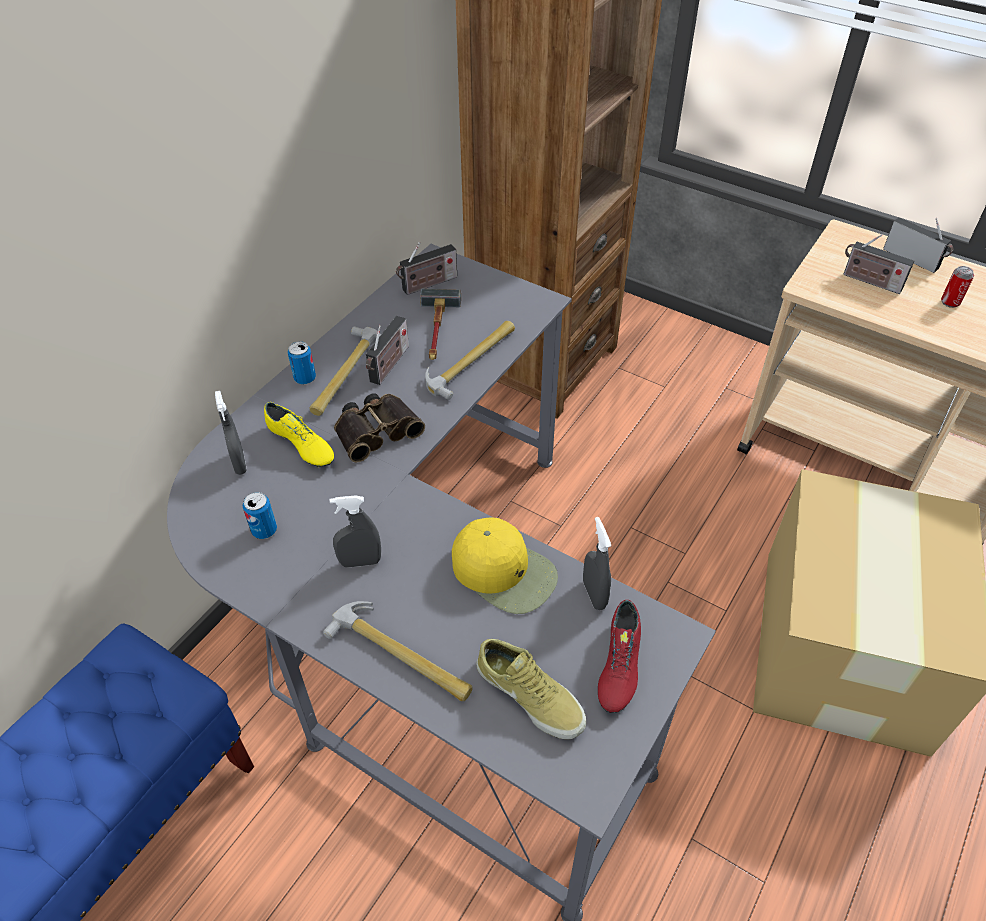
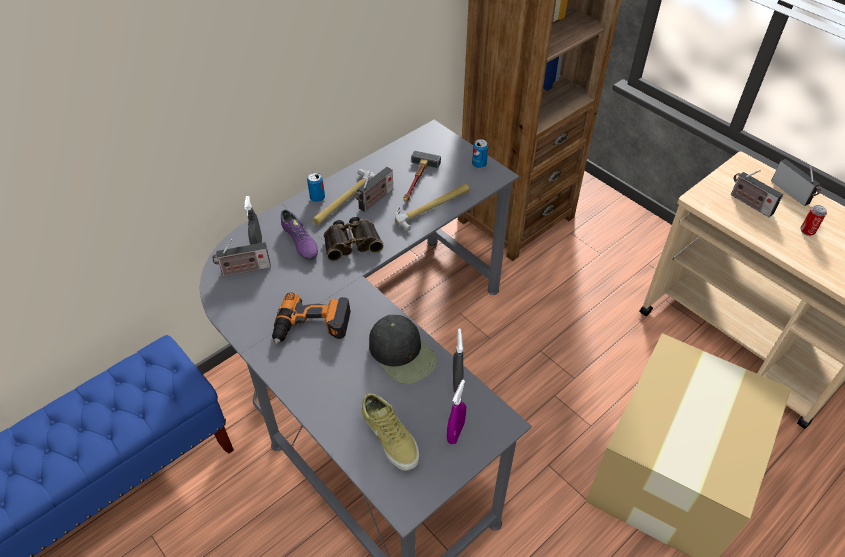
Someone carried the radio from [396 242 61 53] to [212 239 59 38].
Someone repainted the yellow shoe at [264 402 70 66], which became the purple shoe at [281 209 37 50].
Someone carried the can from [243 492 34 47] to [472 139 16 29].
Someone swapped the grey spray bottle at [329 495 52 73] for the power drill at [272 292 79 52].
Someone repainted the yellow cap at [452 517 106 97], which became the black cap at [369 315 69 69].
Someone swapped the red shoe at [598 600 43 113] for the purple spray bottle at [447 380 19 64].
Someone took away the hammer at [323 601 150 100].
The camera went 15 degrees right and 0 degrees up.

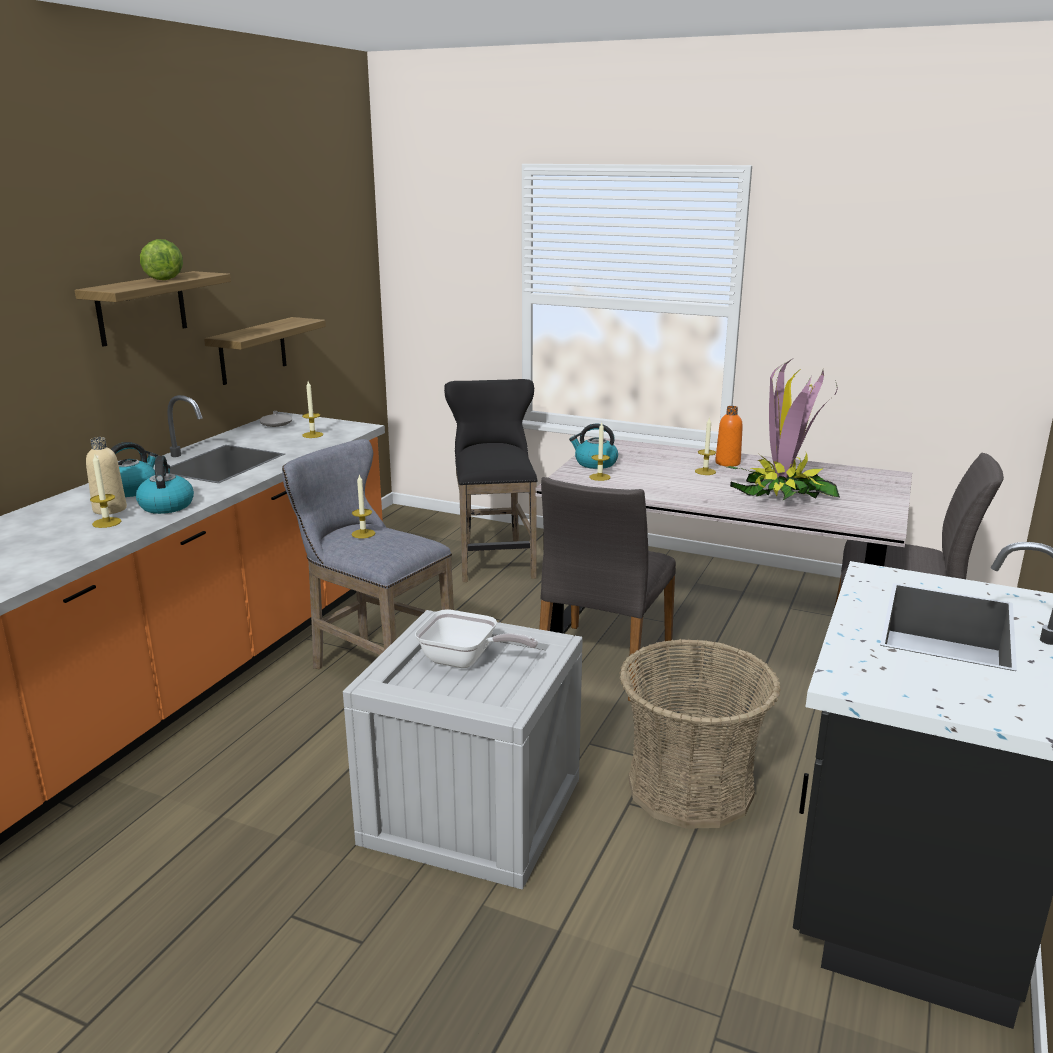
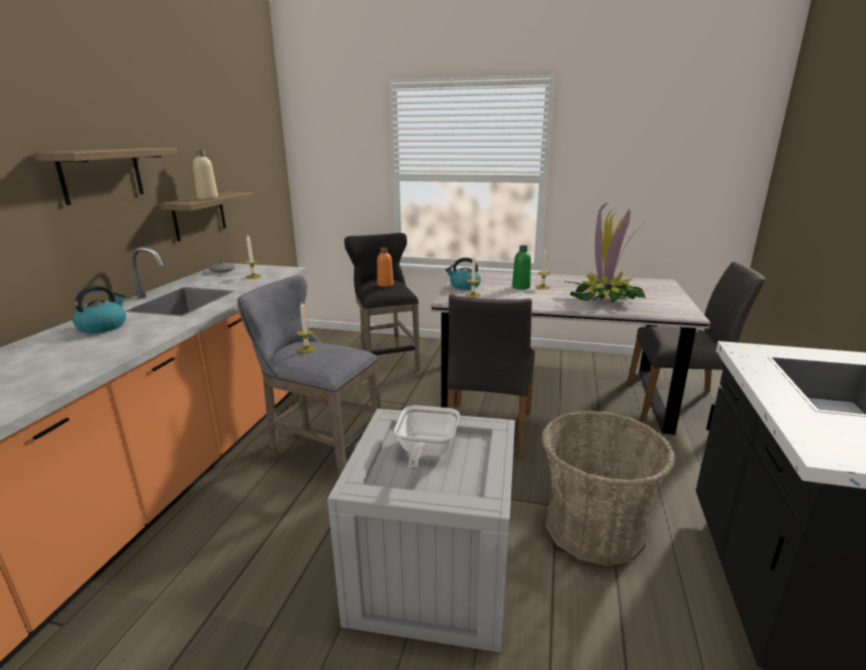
Someone took away the lettuce at [140 239 43 41].
Someone carried the orange bottle from [715 406 28 61] to [377 247 17 40].
Someone carried the beige bottle from [86 437 41 78] to [193 150 25 49].
Someone took away the candle at [90 455 31 73].
Someone took away the kettle at [136 456 58 58].
Someone rotated the frying pan at [415 609 123 59] by 90 degrees clockwise.
Someone put down the green bottle at [512 245 19 45].
The camera went 10 degrees left and 0 degrees up.

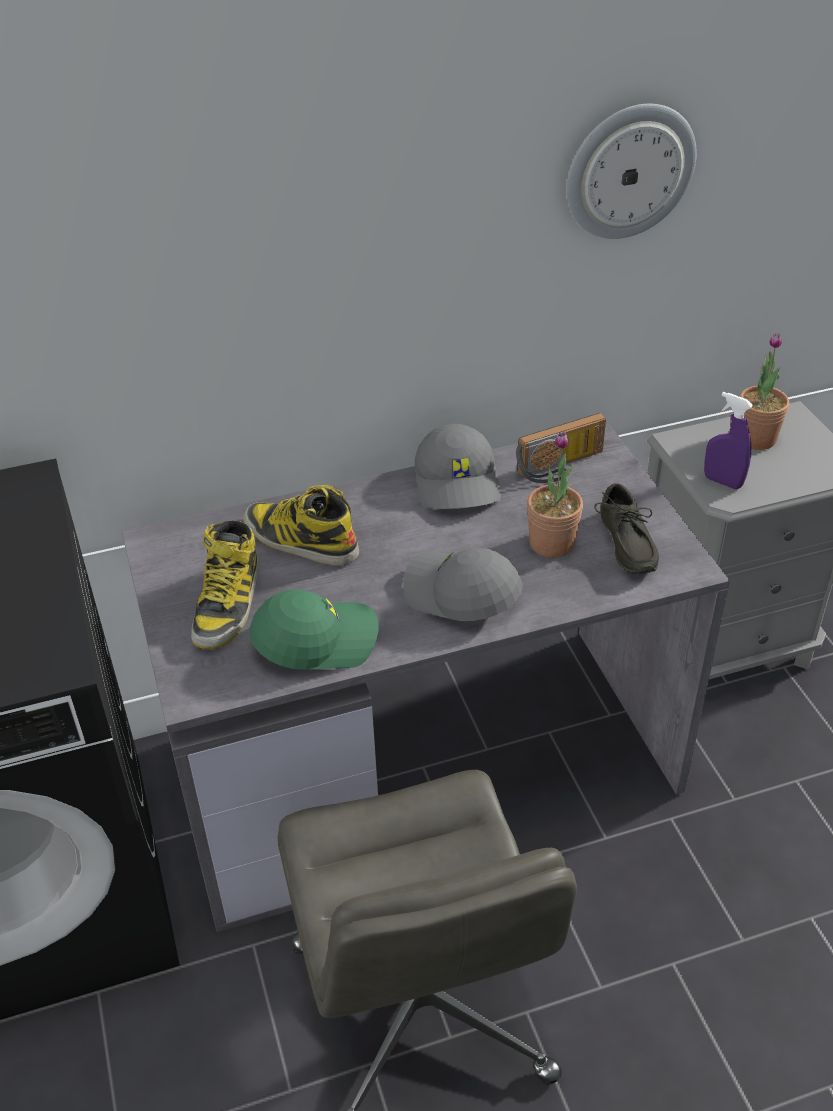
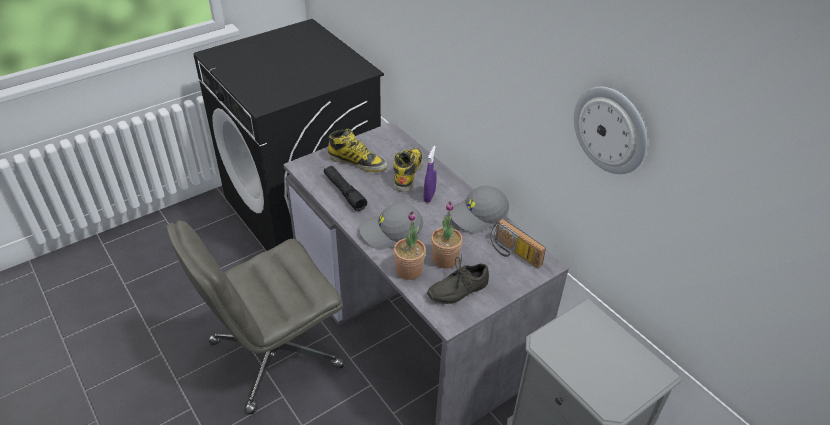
Someone carried the potted plant from [740 333 49 117] to [394 211 32 69].
Someone carried the purple spray bottle from [704 392 49 97] to [424 146 13 57].
Someone rotated the boot at [191 520 68 130] by 150 degrees counterclockwise.
Someone rotated the grey cap at [403 548 120 73] by 120 degrees counterclockwise.
Someone swapped the green cap at [249 590 130 80] for the black flashlight at [324 166 43 45].
The camera went 70 degrees right and 0 degrees up.

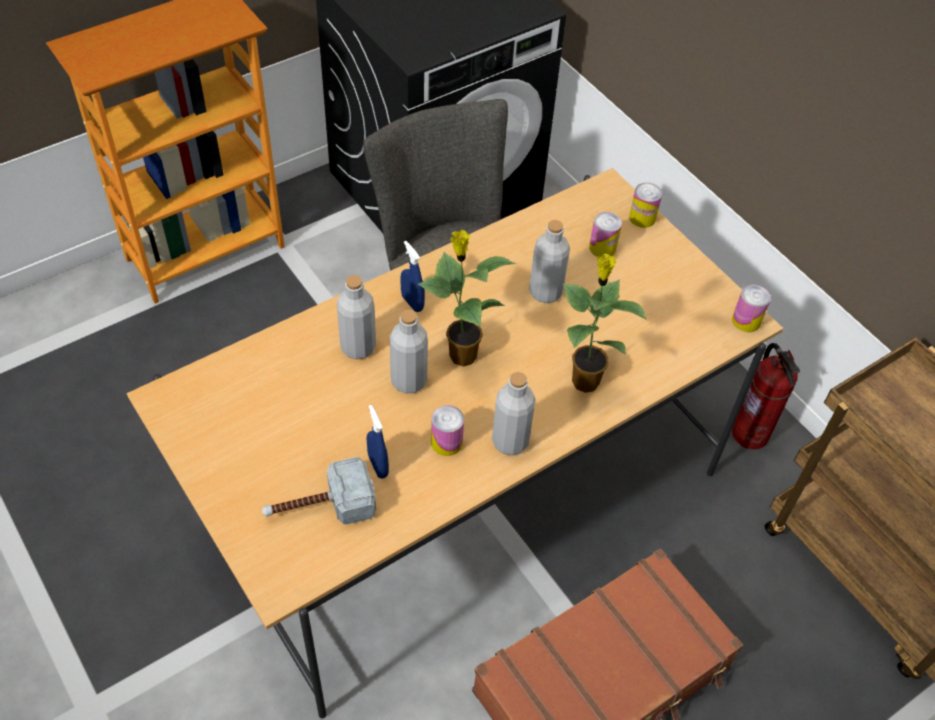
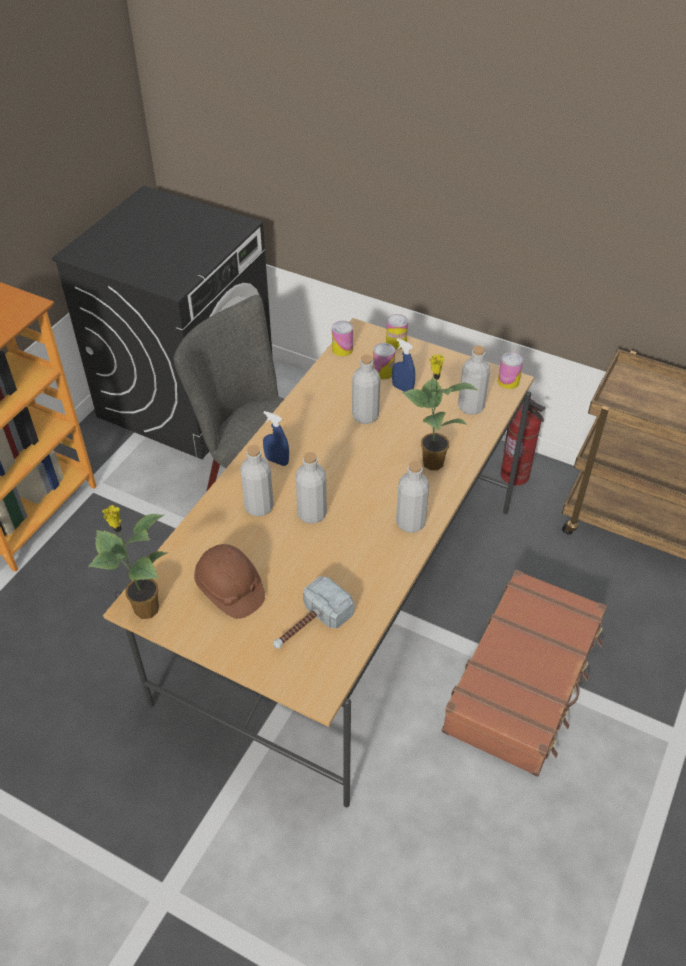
Someone carried the potted plant from [417 230 100 137] to [88 505 81 114].
Someone carried the blue spray bottle from [367 405 22 74] to [392 338 23 54].
Someone carried the can from [431 405 33 51] to [332 321 21 35].
Someone put down the grey bottle at [458 346 32 69].
Someone put down the brown hard hat at [194 544 71 75].
The camera went 25 degrees left and 5 degrees down.

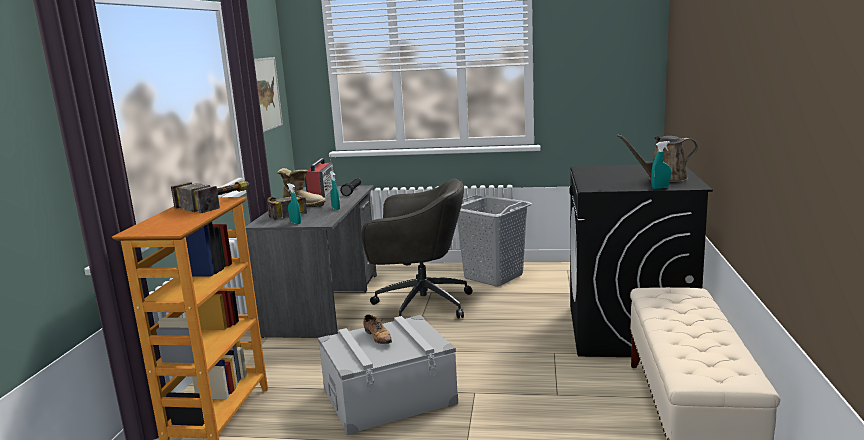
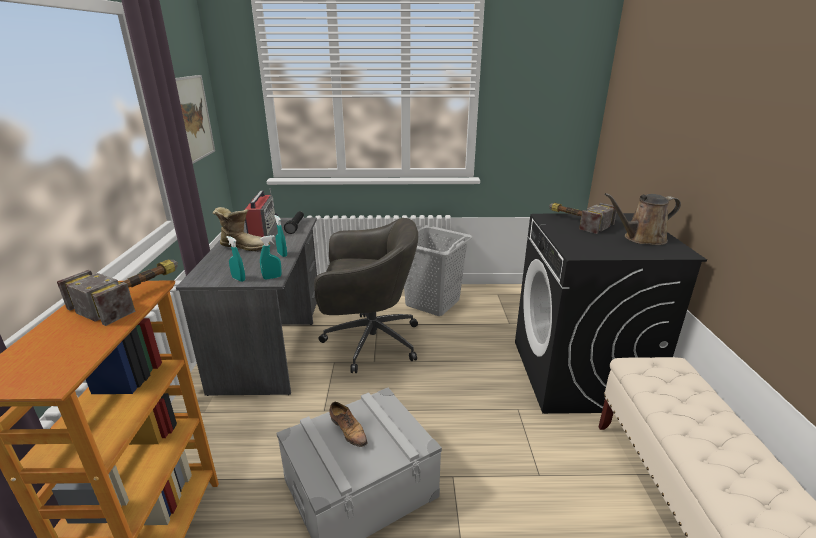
Someone carried the turquoise spray bottle from [651 141 20 48] to [260 235 22 45].
Someone carried the hammer from [267 195 40 25] to [549 203 68 31].
The camera went 10 degrees left and 10 degrees up.

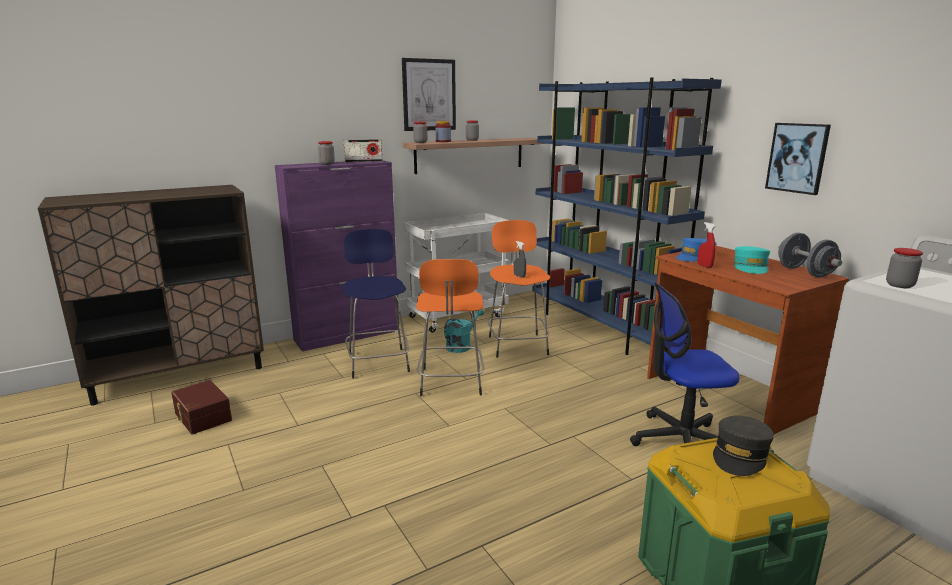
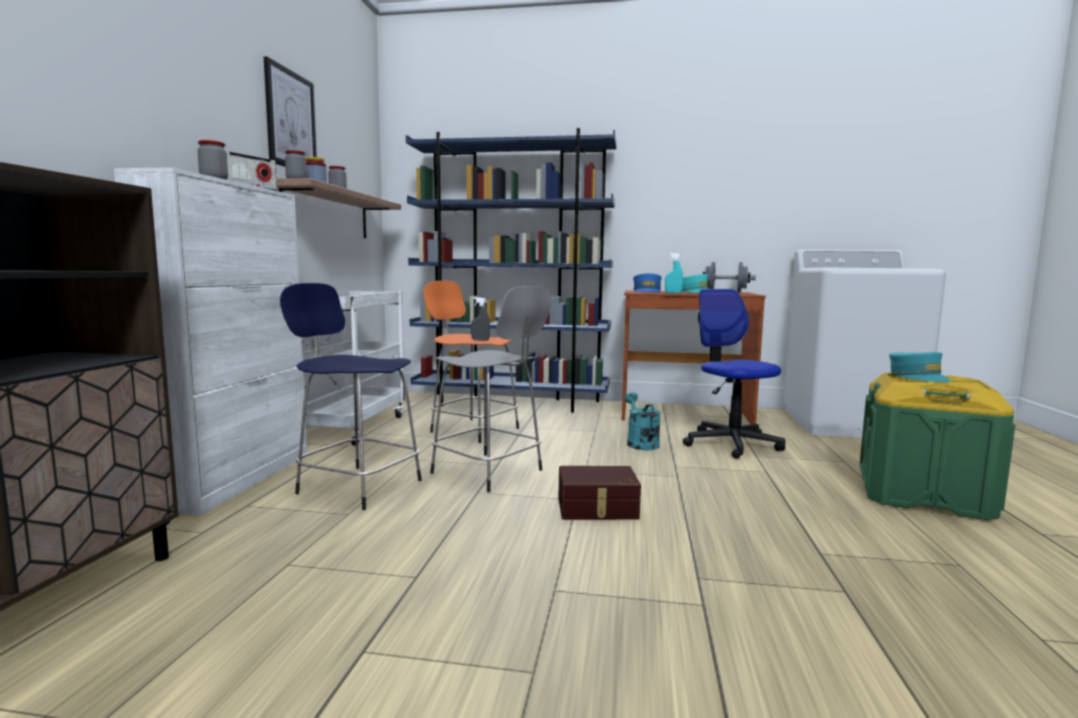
Someone took away the picture at [765 123 66 72].
Someone repainted the purple cabinet at [275 160 124 191], which became the white cabinet at [114 167 193 349].
Someone repainted the red spray bottle at [698 222 18 46], which became the turquoise spray bottle at [665 253 18 40].
Someone took away the jar at [886 248 37 40].
Someone repainted the orange stool at [416 259 69 137], which became the grey stool at [430 286 122 206].
Someone rotated the office chair at [630 282 110 164] by 120 degrees clockwise.
Someone carried the turquoise watering can from [444 309 40 44] to [625 392 36 58].
Someone carried the brown storage box from [171 380 61 54] to [559 466 82 54].
Someone repainted the grey cap at [713 416 61 60], which became the turquoise cap at [889 352 63 30].
The camera went 50 degrees left and 10 degrees down.

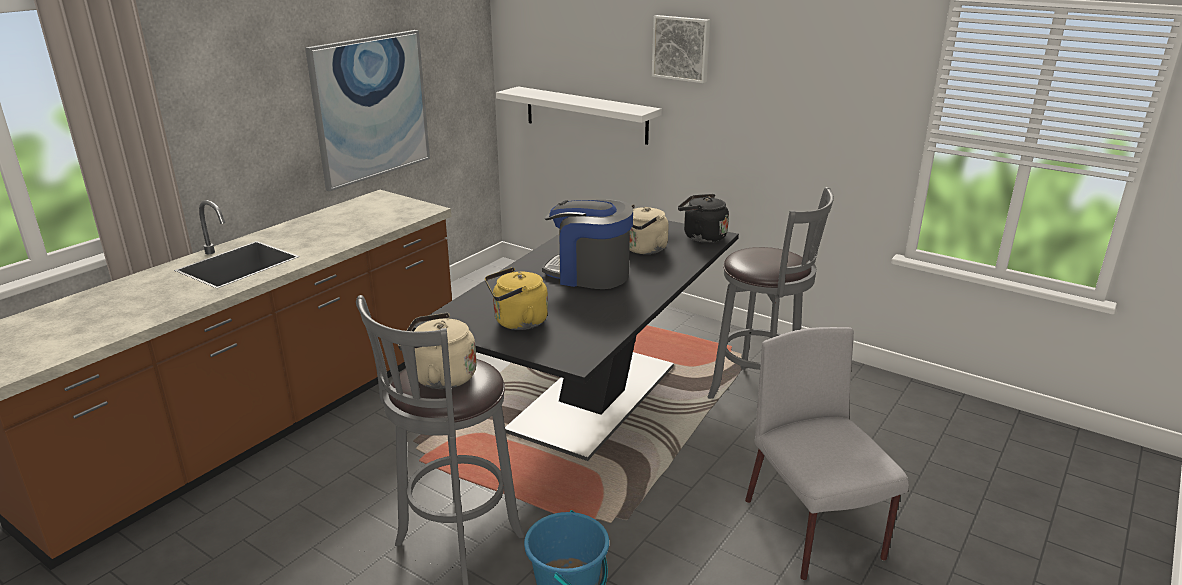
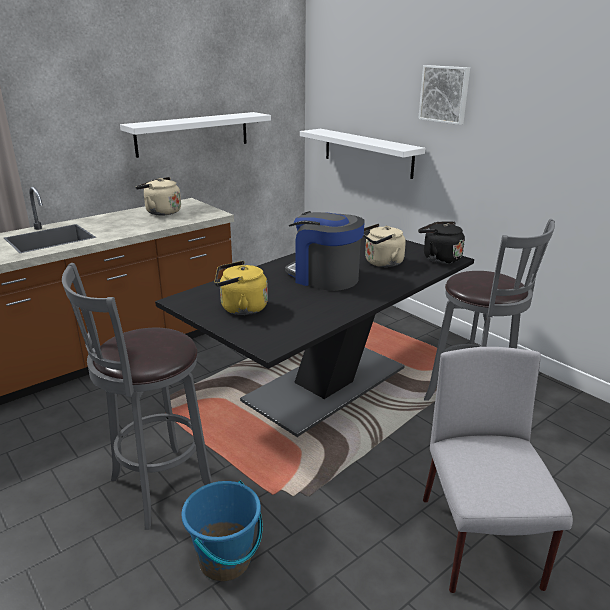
Someone swapped the picture at [305 30 125 161] for the white shelf at [120 112 151 46].
Someone carried the beige kettle from [398 313 79 76] to [135 177 46 39].
The camera went 15 degrees right and 0 degrees up.

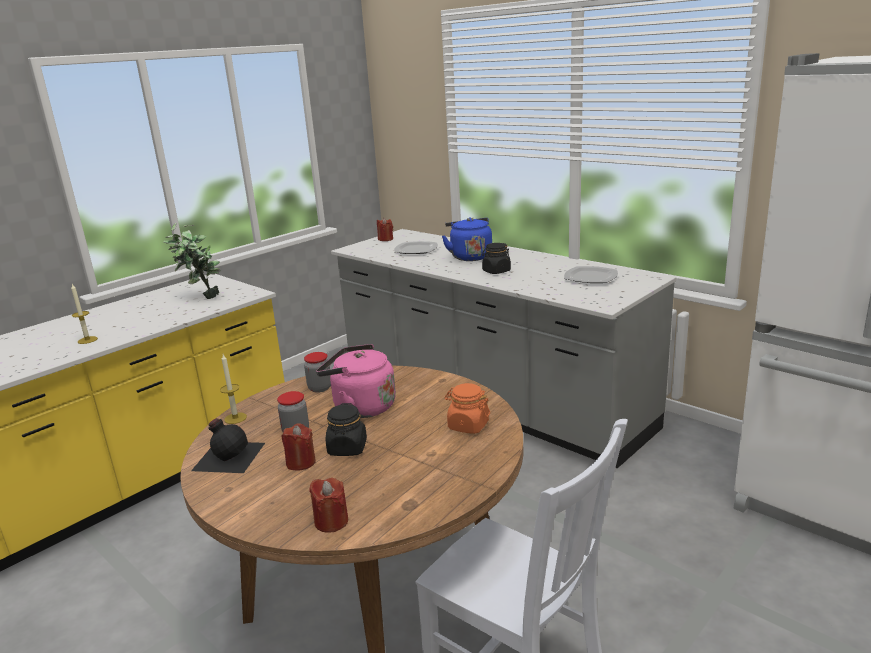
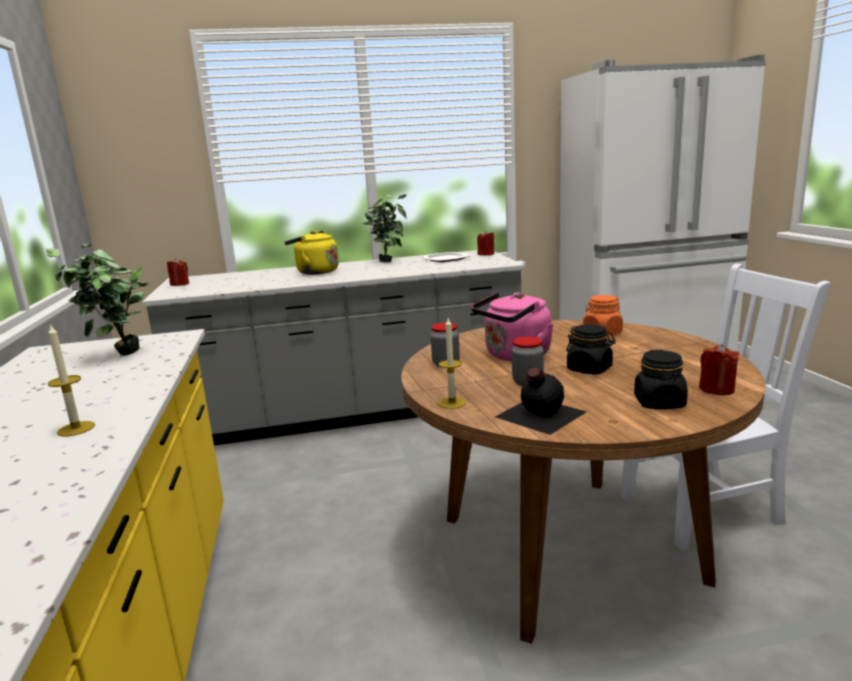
Someone repainted the blue kettle at [442 217 50 44], which became the yellow kettle at [285 231 54 44].
Someone took away the plate at [394 241 44 13].
Someone carried the black jar from [482 243 29 31] to [634 350 54 59].
Someone carried the red candle from [281 423 35 48] to [477 230 17 25].
Someone put down the potted plant at [362 194 45 68].
The camera went 55 degrees left and 5 degrees down.

